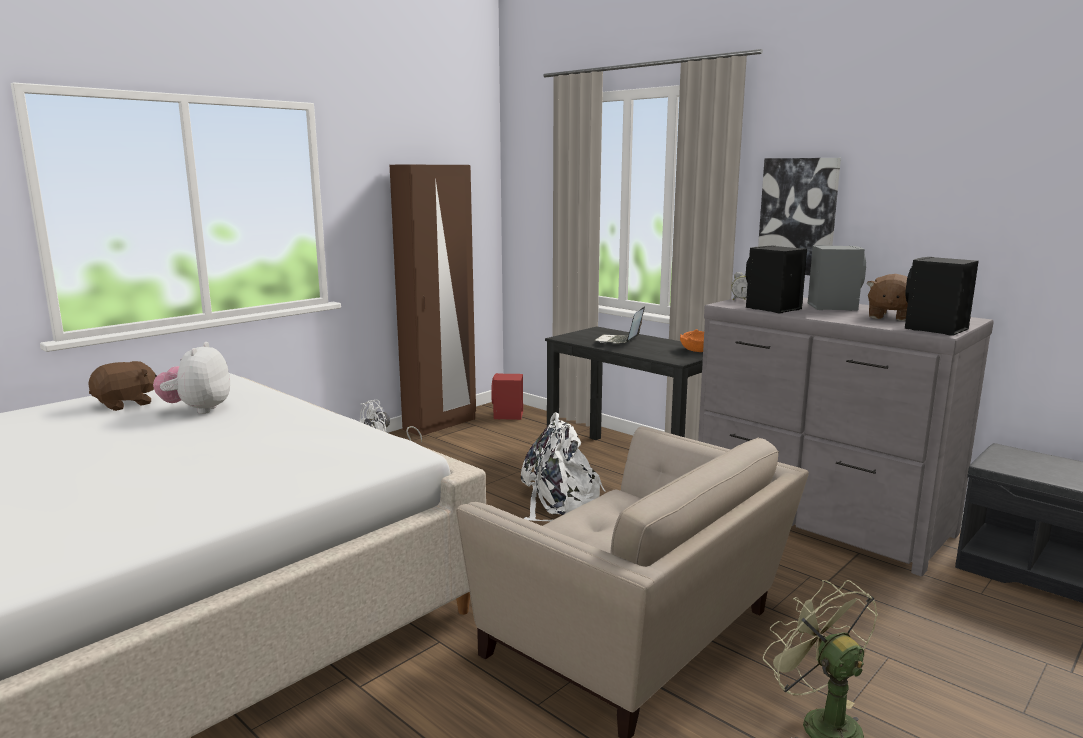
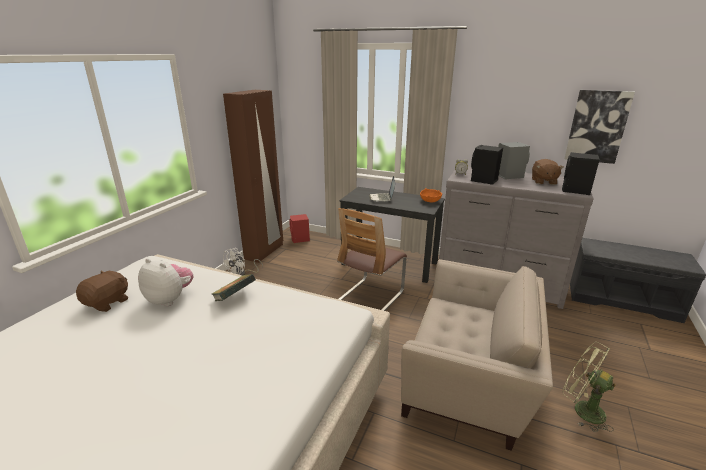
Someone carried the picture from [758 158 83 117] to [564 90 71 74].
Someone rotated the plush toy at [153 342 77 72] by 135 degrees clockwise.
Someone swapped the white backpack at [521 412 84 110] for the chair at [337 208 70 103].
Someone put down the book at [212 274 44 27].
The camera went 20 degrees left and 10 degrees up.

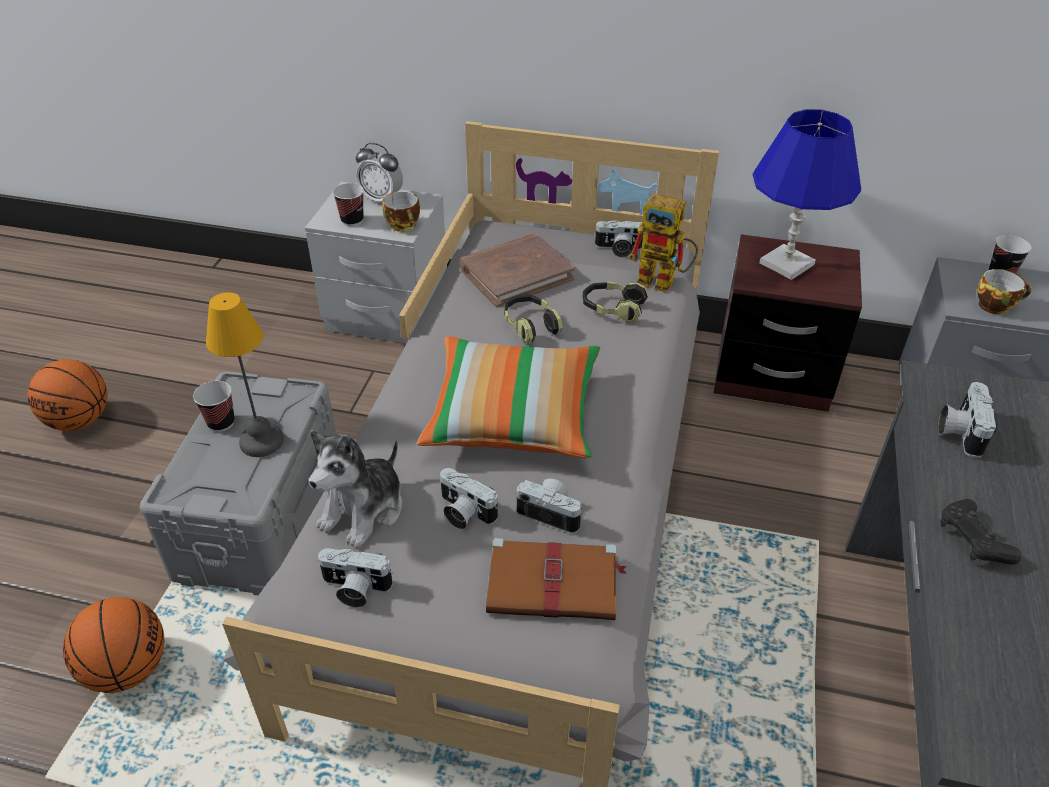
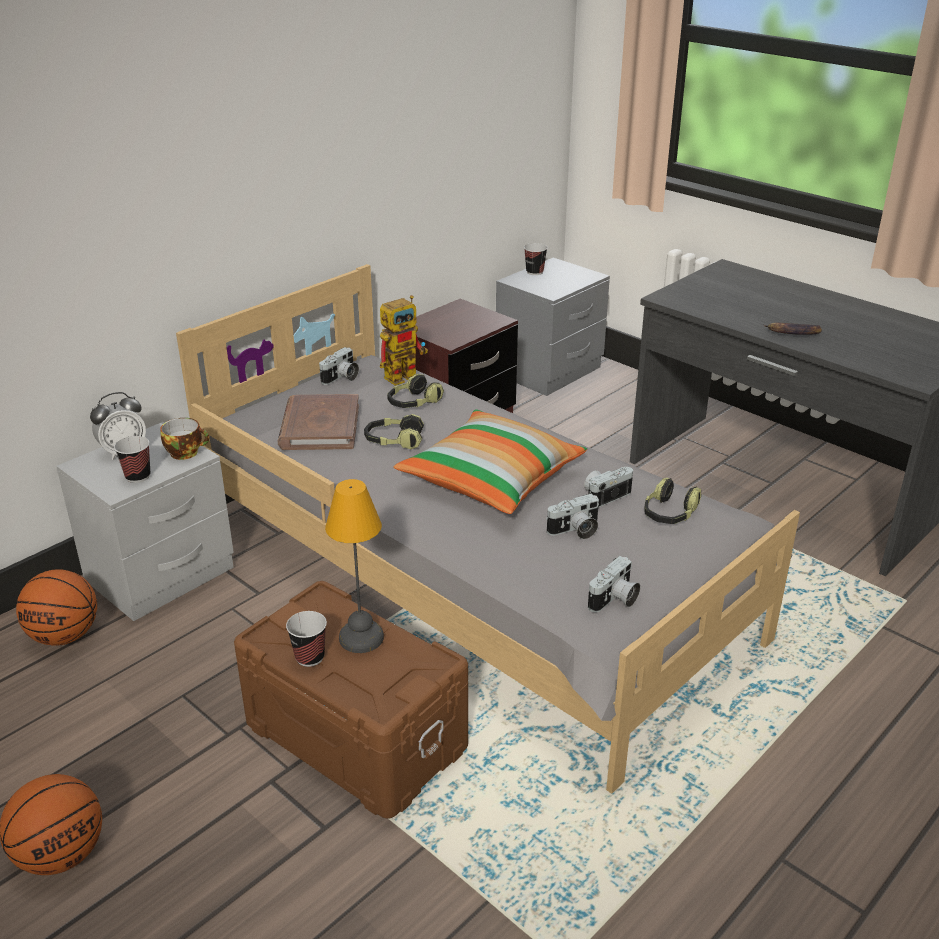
Someone took away the blue table lamp at [752 109 109 171].
Someone took away the cup at [977 269 54 46].
Someone repainted the grey storage box at [140 371 197 225], which became the brown storage box at [234 581 234 238].
Someone took away the photo camera at [938 382 59 76].
Someone took away the plush toy at [309 430 93 118].
Someone swapped the black game controller at [940 499 82 66] for the banana at [764 323 58 12].
Someone swapped the brown book at [486 538 141 82] for the headphones at [644 478 58 46].
Someone carried the basketball from [63 597 101 96] to [16 569 81 77].
The camera went 60 degrees left and 10 degrees down.

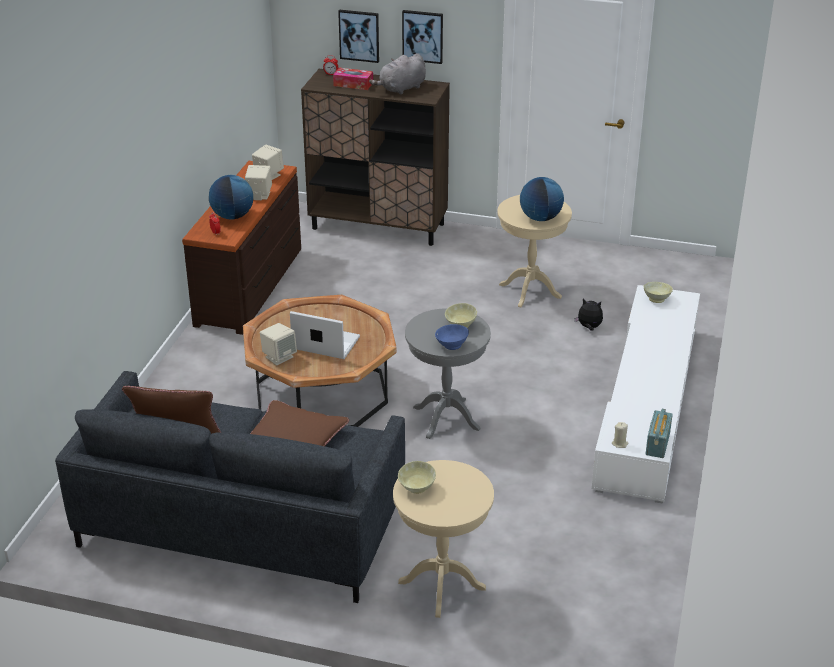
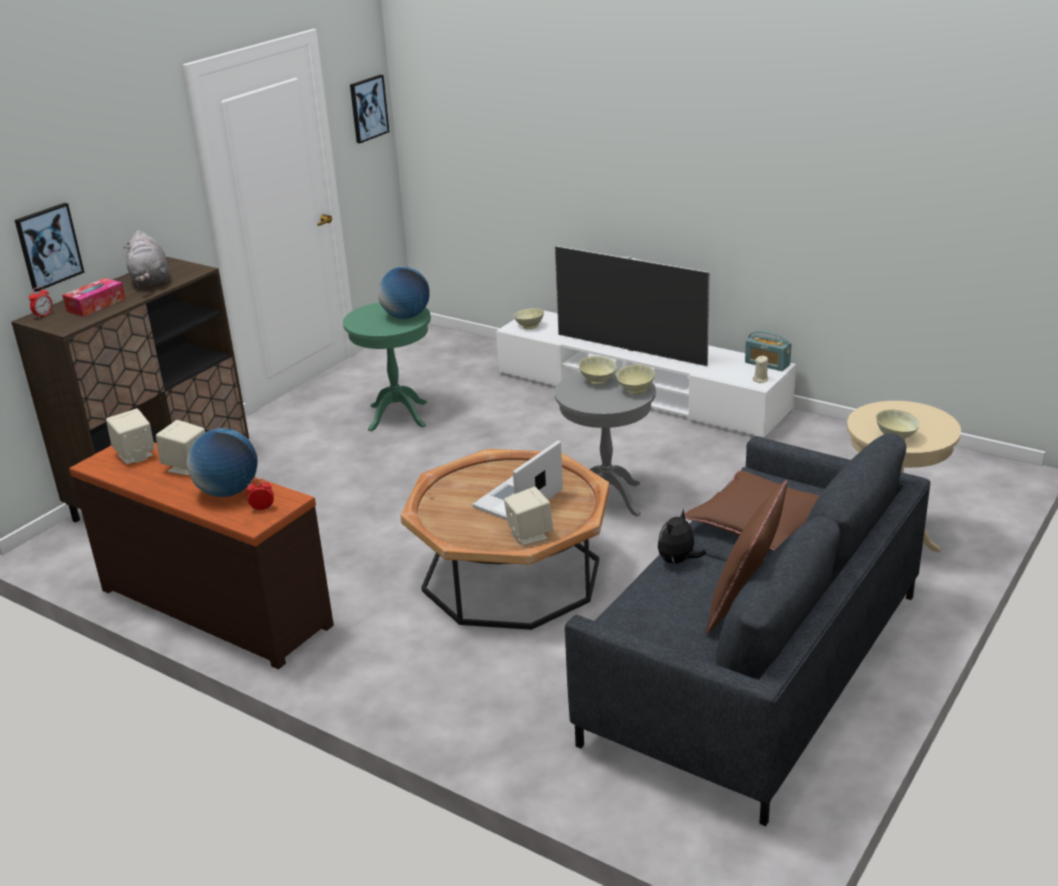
Someone carried the picture from [402 10 41 54] to [350 75 39 68].
Someone repainted the beige side table at [497 195 75 112], which became the green side table at [343 302 88 129].
Someone carried the plush toy from [575 299 28 32] to [658 509 48 56].
Someone repainted the blue bowl at [435 324 34 26], which became the beige bowl at [616 365 39 29].
Someone put down the television at [555 246 155 120].
The camera went 70 degrees left and 5 degrees down.

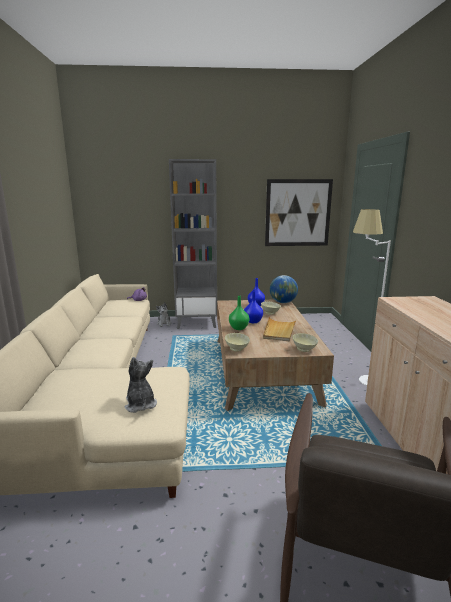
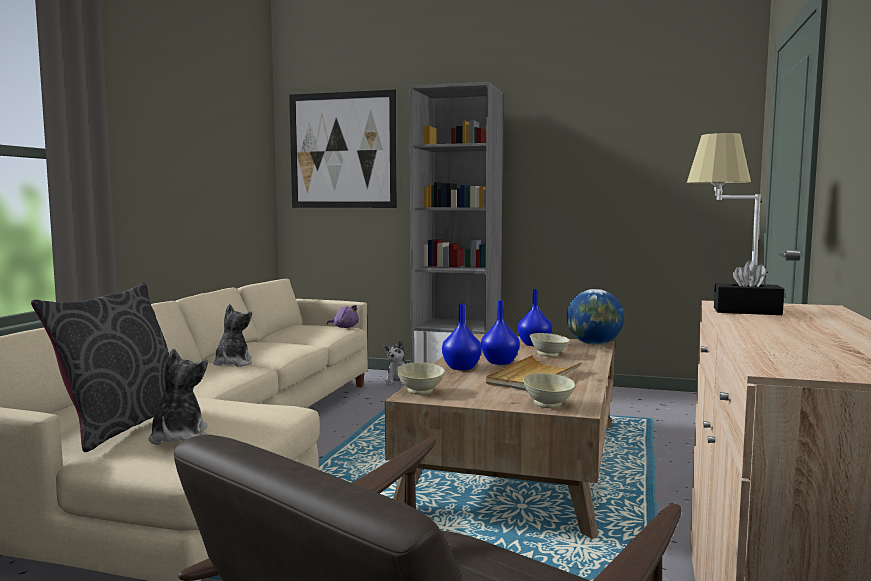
Someone carried the picture from [265 179 68 67] to [289 90 108 118].
Someone repainted the green vase at [229 296 20 34], which became the blue vase at [442 304 40 67].
Someone put down the black tissue box at [714 260 70 55].
Someone put down the grey pillow at [31 282 138 170].
Someone put down the plush toy at [213 304 39 63].
The camera went 20 degrees right and 10 degrees down.

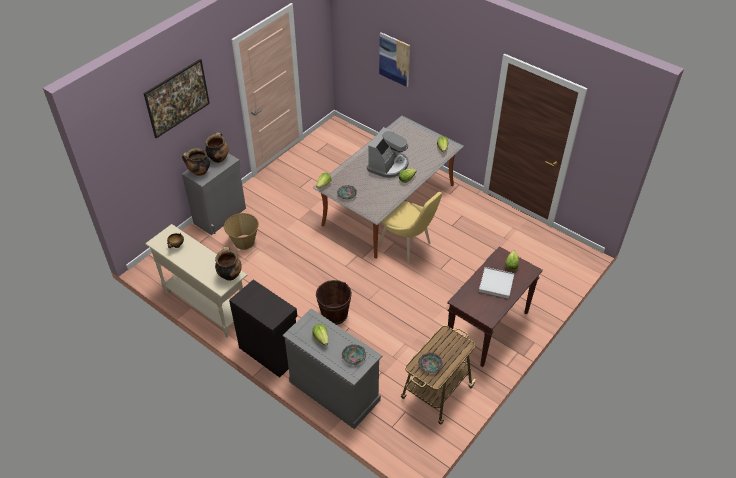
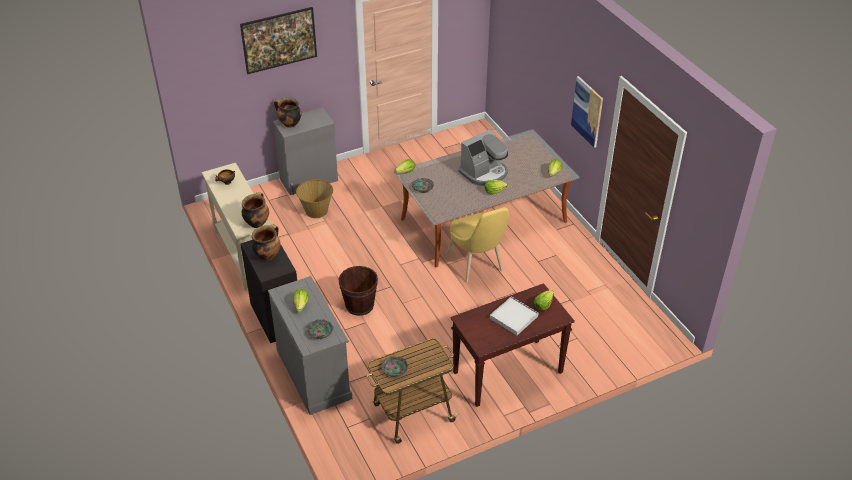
Someone carried the picture from [379 32 31 55] to [571 76 32 72].
Someone carried the cooking pot from [205 132 24 31] to [252 224 29 37].
The camera went 25 degrees right and 5 degrees down.

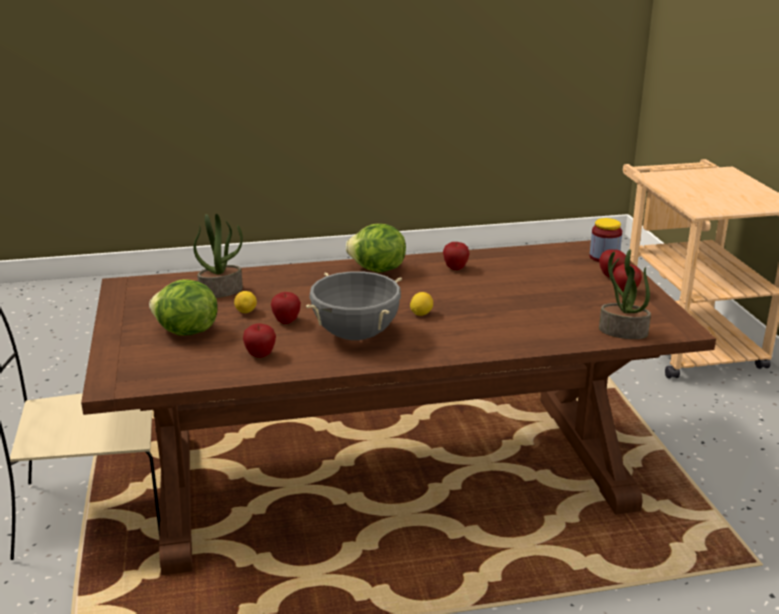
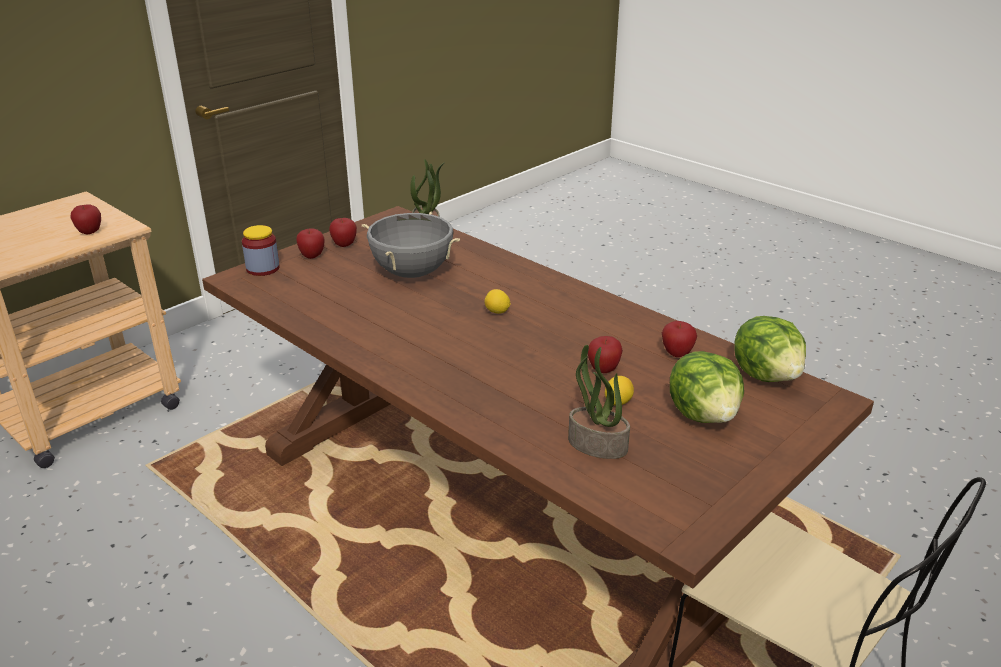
Someone carried the lettuce from [346 224 60 49] to [734 316 72 66].
Someone carried the apple from [443 242 26 28] to [70 204 31 30].
Someone carried the grey cooking pot from [306 271 96 69] to [362 211 99 67].
The camera went 125 degrees left and 5 degrees up.

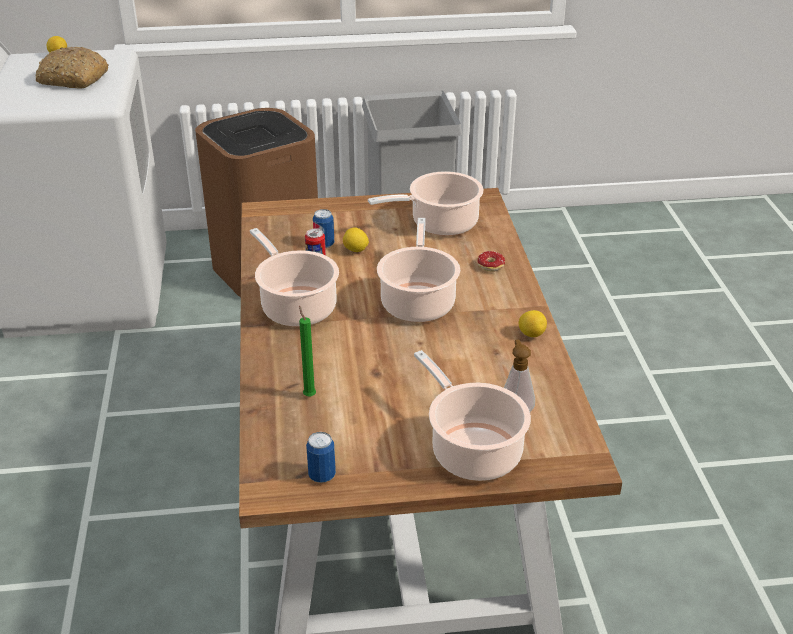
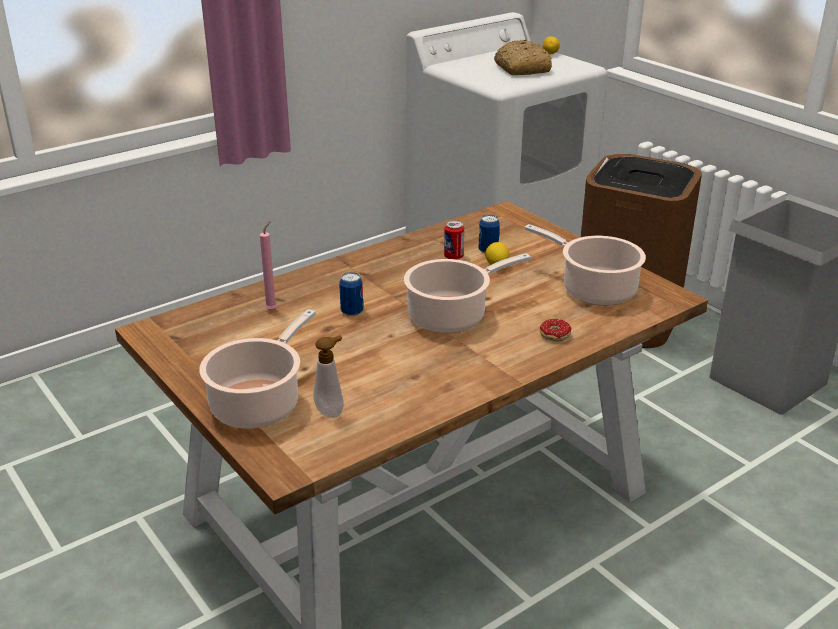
Someone took away the cooking pot at [250 228 89 99].
Someone repainted the green candle at [299 306 17 91], which became the pink candle at [260 222 17 89].
Someone took away the lemon at [519 310 28 27].
Someone carried the can from [306 432 30 51] to [339 272 24 44].
The camera went 60 degrees right and 5 degrees down.

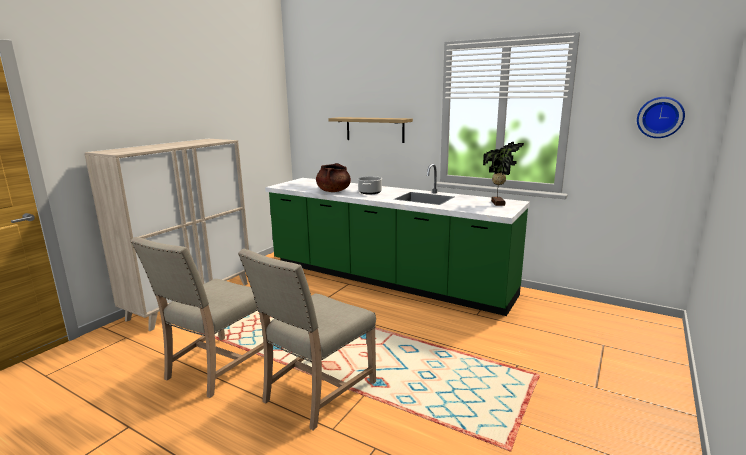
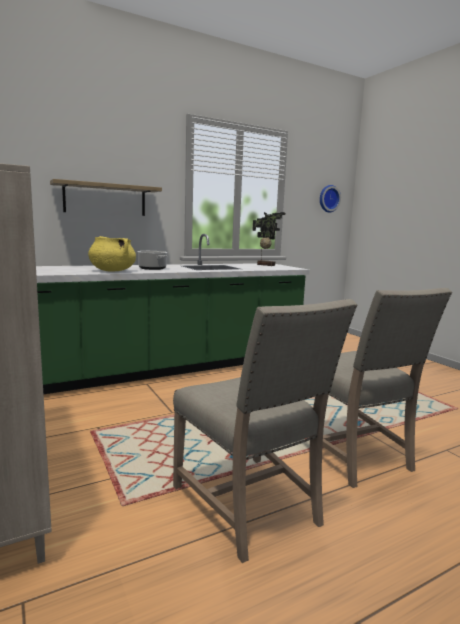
Someone repainted the brown cooking pot at [316 163 35 29], which became the yellow cooking pot at [88 236 48 36].
The camera went 60 degrees left and 5 degrees down.

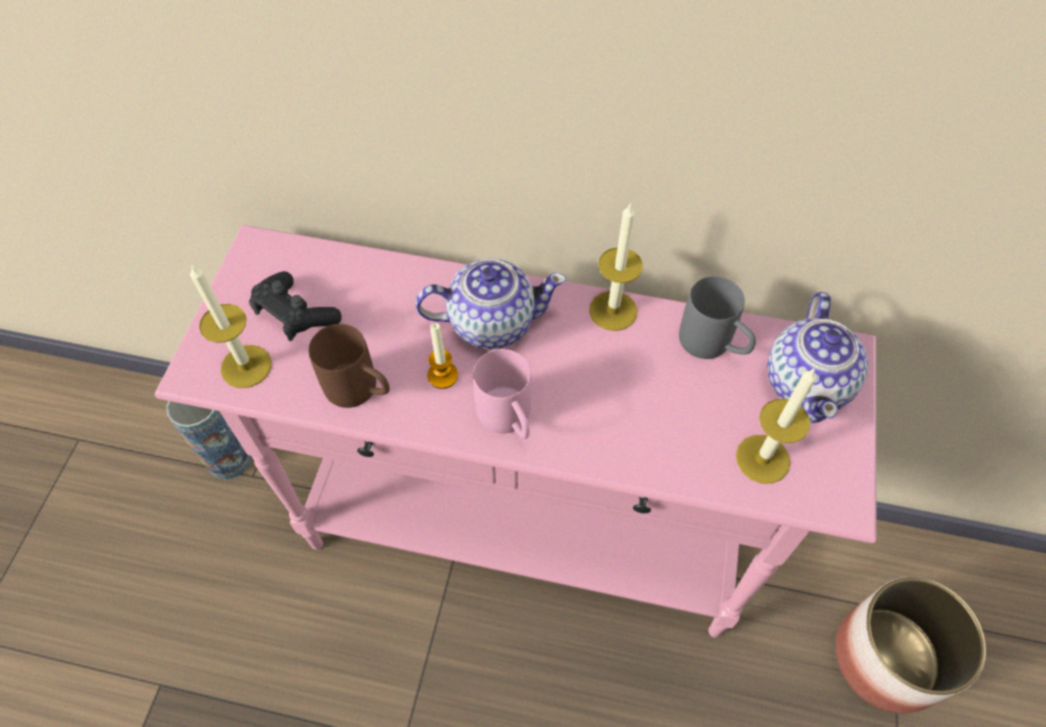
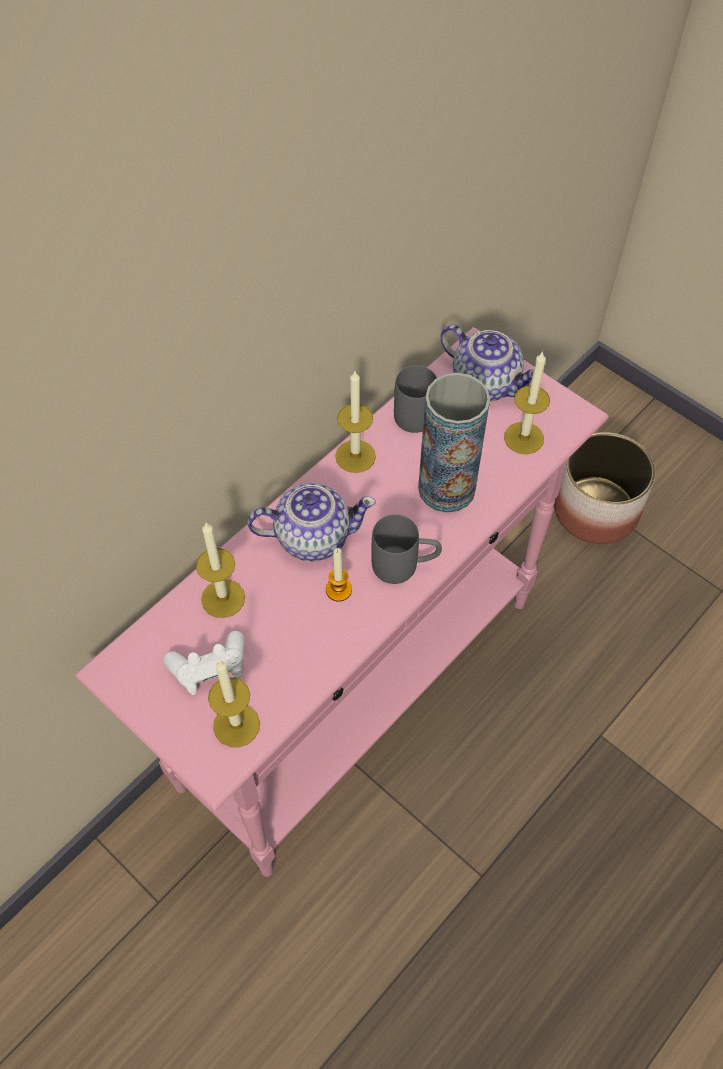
Someone rotated the teapot at [415 258 151 91] by 60 degrees clockwise.
Someone repainted the black game controller at [249 271 93 70], which became the white game controller at [163 631 81 64].
Someone took away the brown mug at [309 324 81 84].
Someone repainted the pink mug at [473 349 59 90], which became the grey mug at [371 514 71 70].
Someone carried the vase from [166 401 86 78] to [418 373 72 140].
Someone put down the candle at [196 523 49 95].
The camera went 60 degrees left and 0 degrees up.

